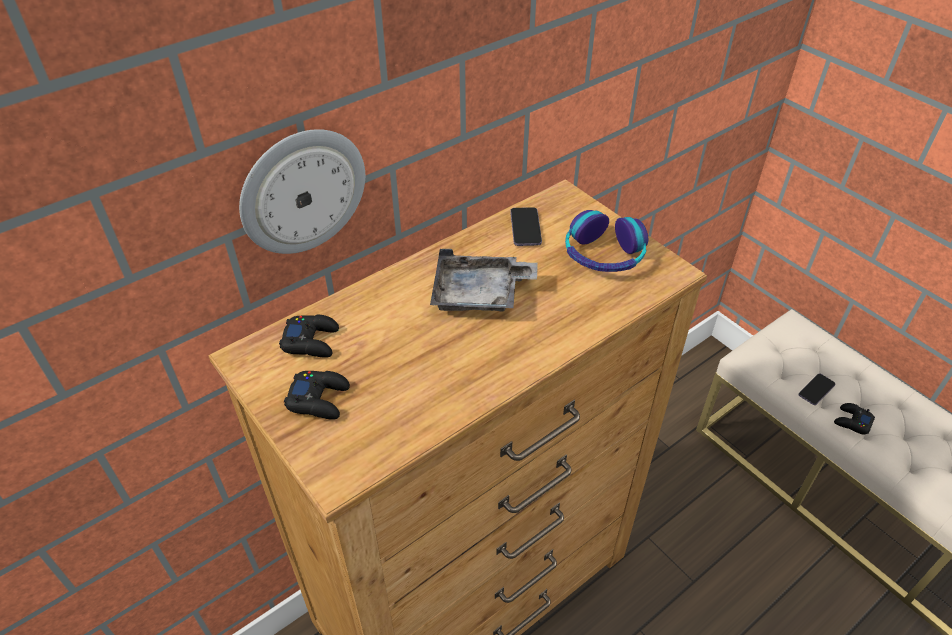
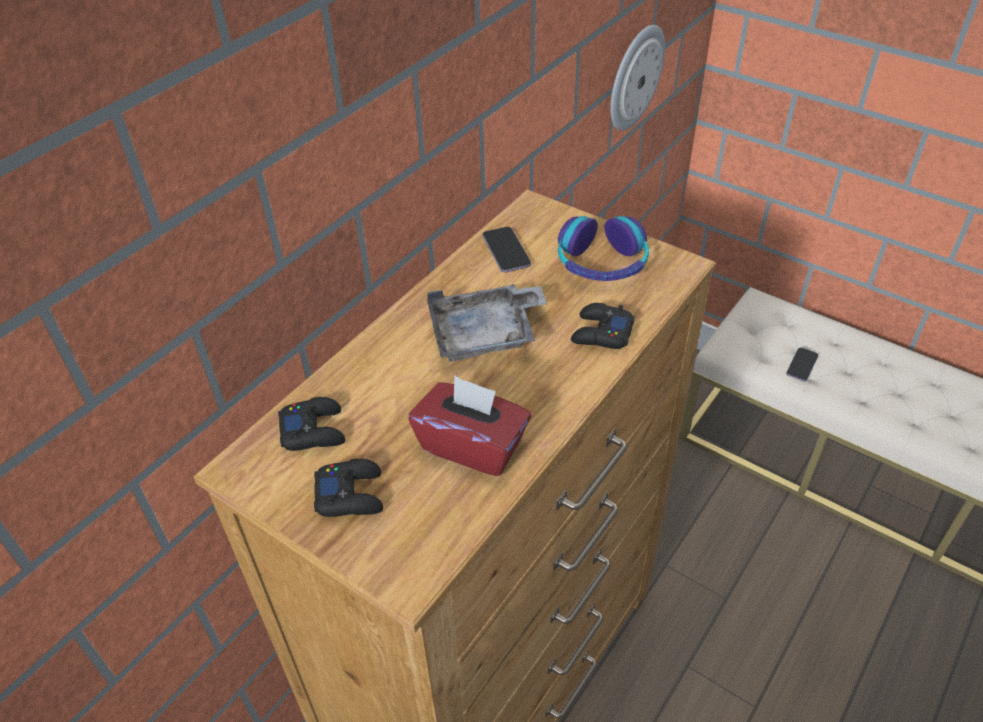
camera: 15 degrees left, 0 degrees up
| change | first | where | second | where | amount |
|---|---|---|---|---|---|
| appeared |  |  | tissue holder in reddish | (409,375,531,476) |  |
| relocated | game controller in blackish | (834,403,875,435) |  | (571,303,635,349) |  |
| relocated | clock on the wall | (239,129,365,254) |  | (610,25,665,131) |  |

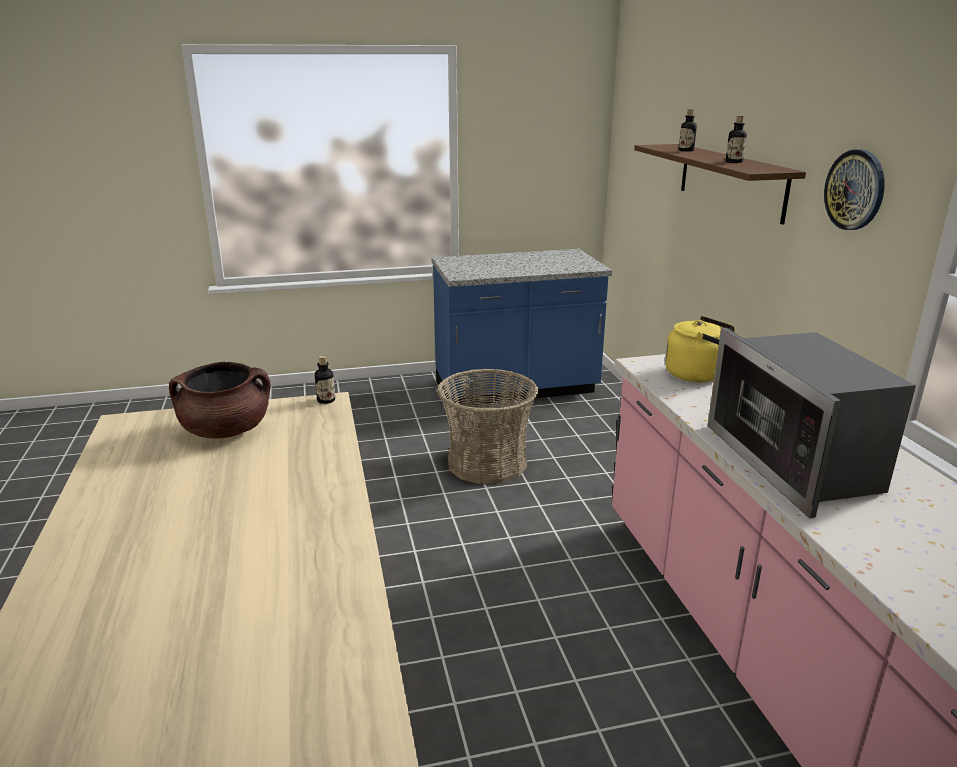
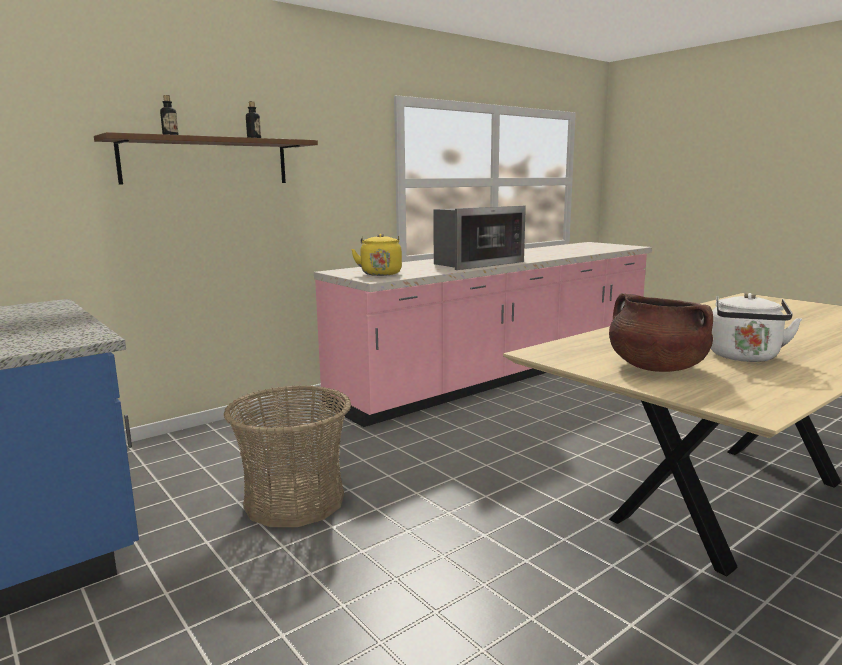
camera: 115 degrees left, 10 degrees down
| change | first | where | second | where | amount |
|---|---|---|---|---|---|
| appeared |  |  | tea kettle in white | (711,293,802,362) |  |
| missing | beverage bottle | (315,356,335,404) |  |  |  |
| missing | clock on the wall | (824,149,885,230) |  |  |  |

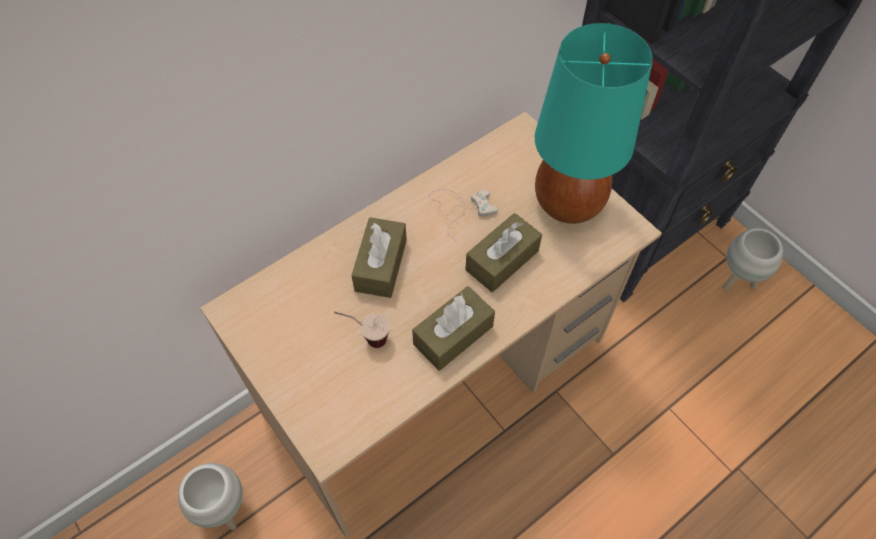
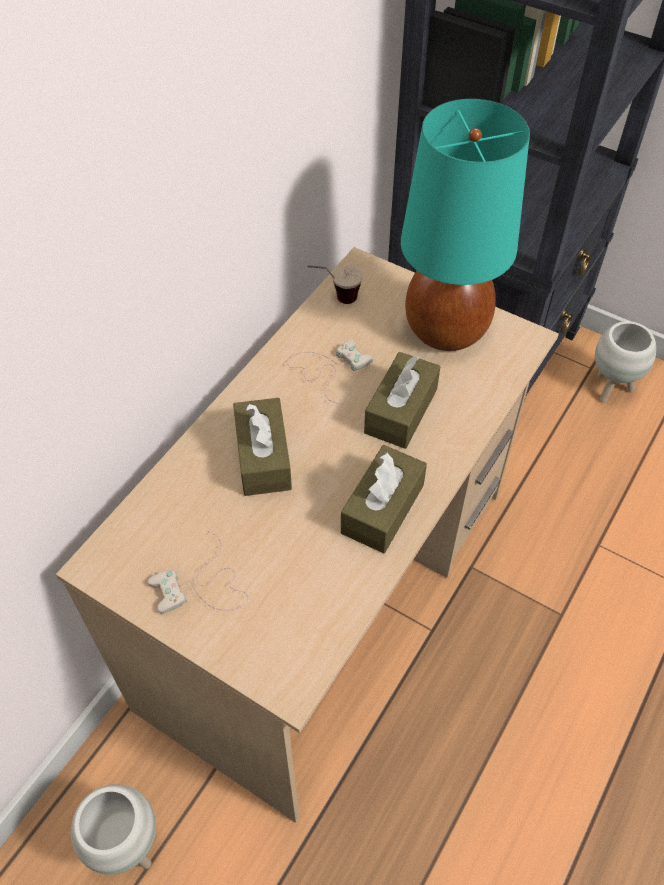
camera: 20 degrees left, 5 degrees down
| change | first | where | second | where | amount |
|---|---|---|---|---|---|
| appeared |  |  | game controller in white | (148,531,249,613) |  |
| relocated | small cup | (334,312,390,348) |  | (307,265,362,304) |  |

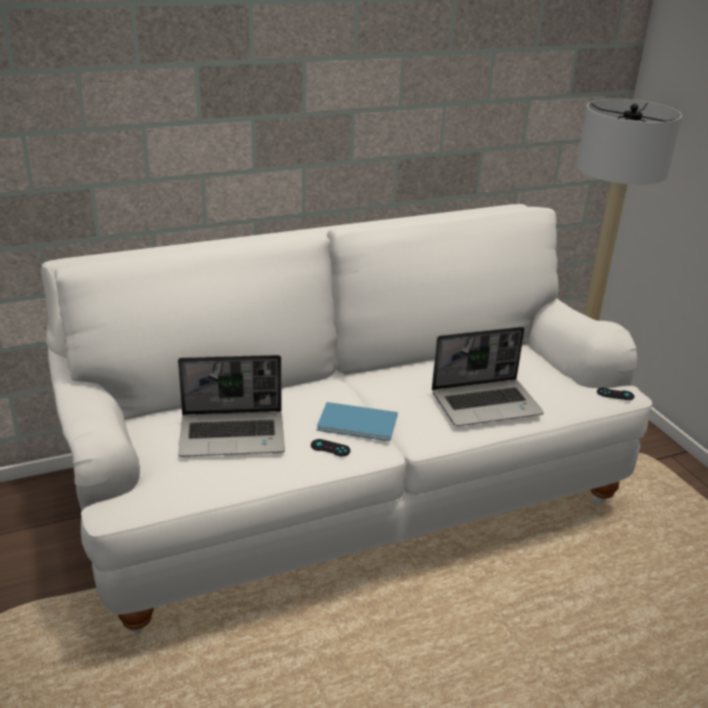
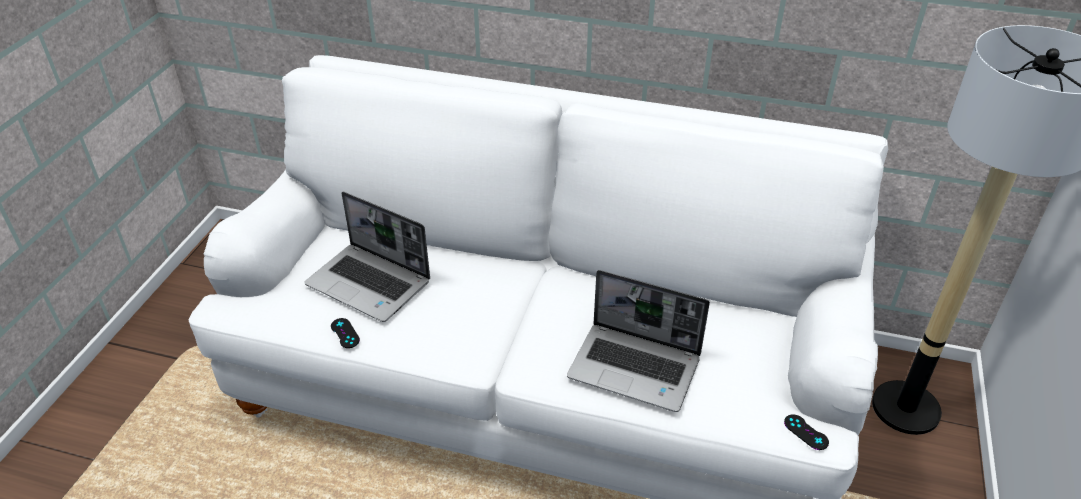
camera: 40 degrees right, 10 degrees up
| change | first | where | second | where | amount |
|---|---|---|---|---|---|
| relocated | game controller in blackish | (311,439,350,456) |  | (331,318,360,348) |  |
| missing | volume in bluish | (317,402,398,441) |  |  |  |

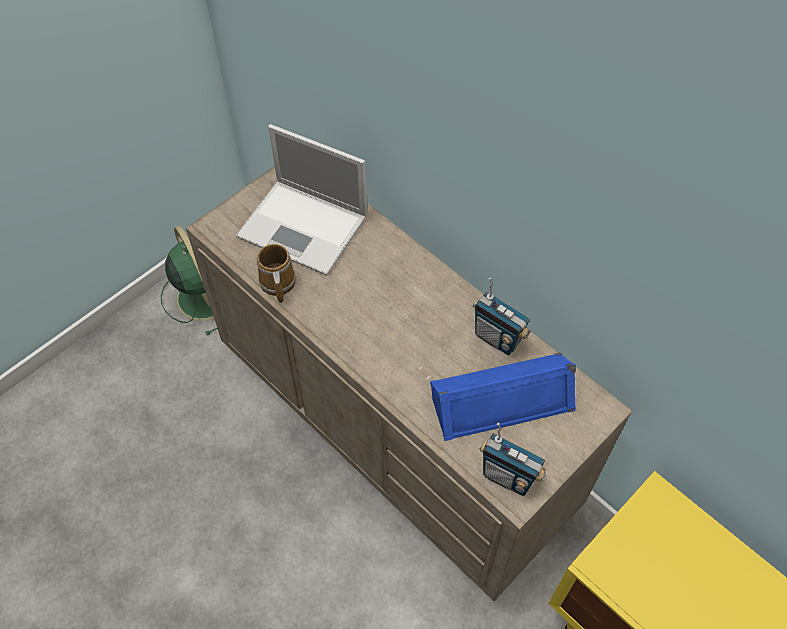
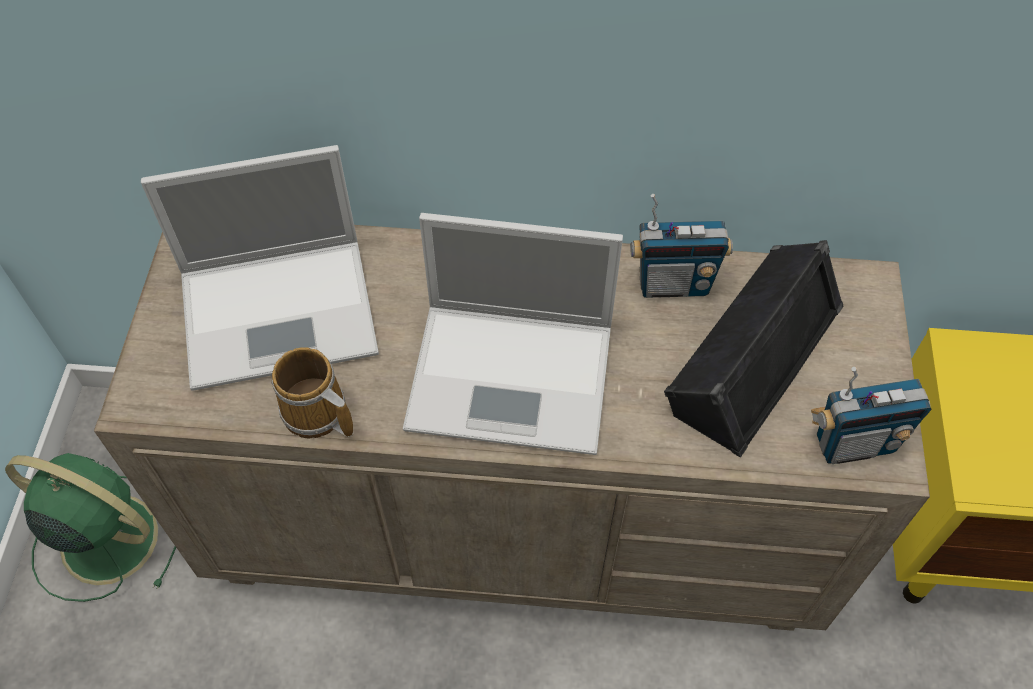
camera: 40 degrees left, 0 degrees up
| change | first | where | second | where | amount |
|---|---|---|---|---|---|
| appeared |  |  | laptop | (403,213,623,455) |  |
| colour | audio speaker in bluish | (430,352,576,441) | audio speaker in blackish | (664,240,844,458) |  |

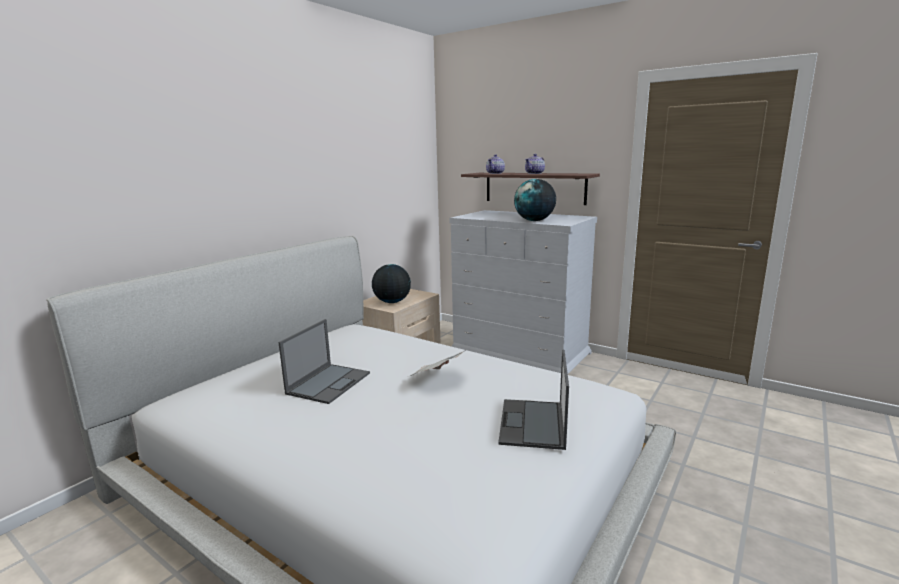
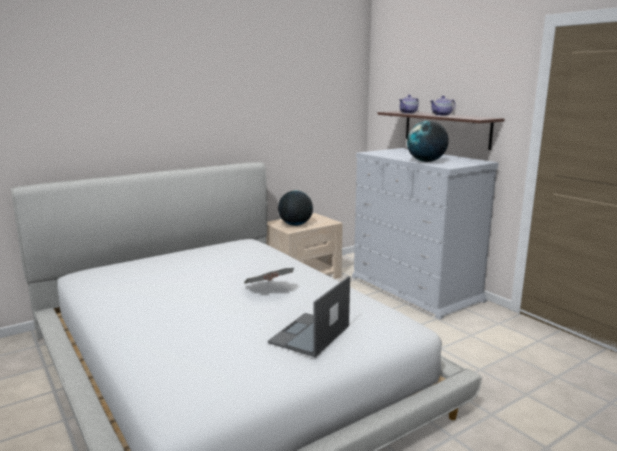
camera: 20 degrees right, 0 degrees up
| change | first | where | second | where | amount |
|---|---|---|---|---|---|
| missing | laptop | (278,319,370,404) |  |  |  |

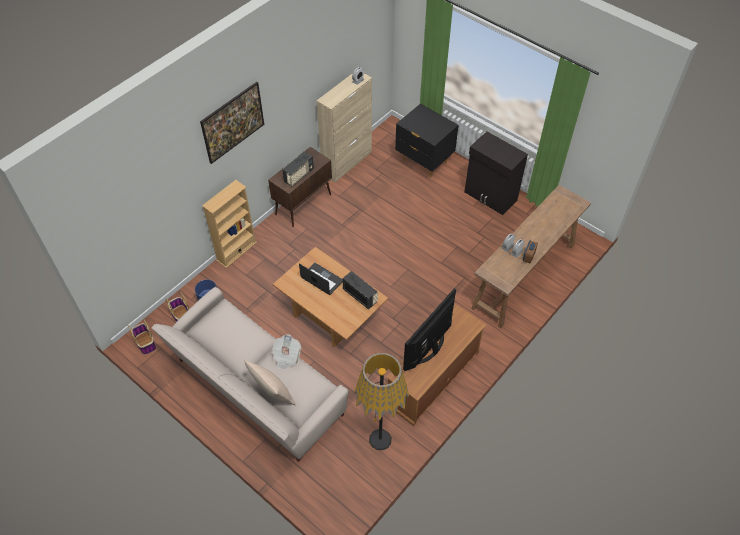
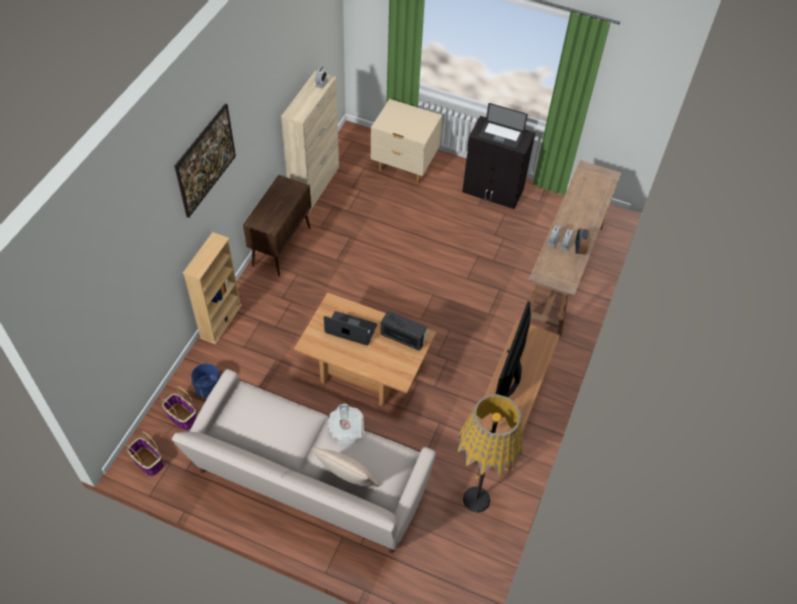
camera: 20 degrees left, 0 degrees up
| change | first | where | second | where | amount |
|---|---|---|---|---|---|
| colour | bedside table in blackish | (395,103,458,178) | bedside table in beige | (371,99,442,184) |  |
| appeared |  |  | laptop | (478,103,528,149) |  |
| missing | radio | (282,151,314,187) |  |  |  |

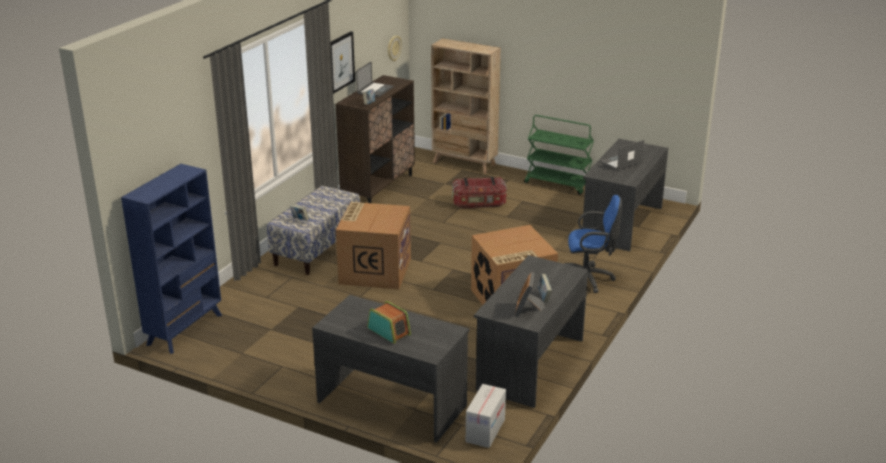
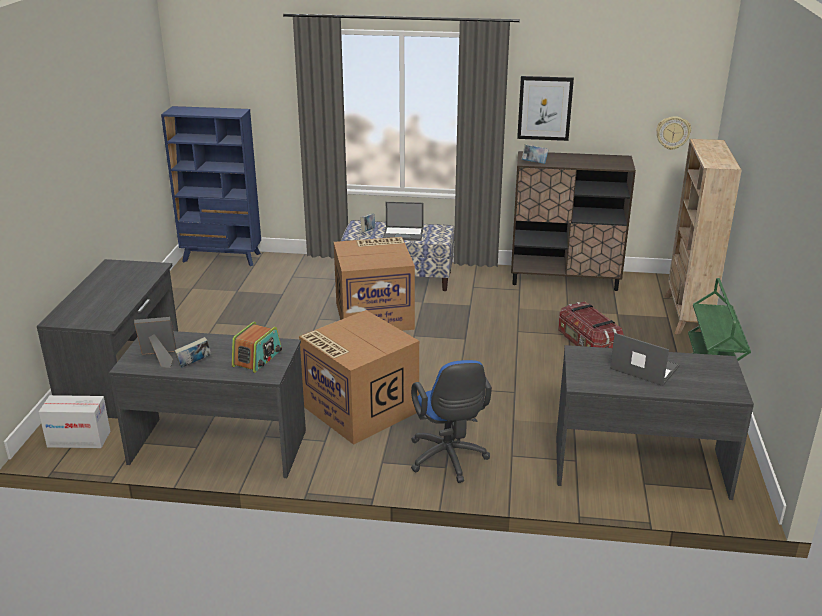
camera: 70 degrees right, 0 degrees up
| change | first | where | second | where | amount |
|---|---|---|---|---|---|
| relocated | radio | (367,301,411,344) |  | (232,322,282,373) |  |
| relocated | laptop | (356,61,394,97) |  | (383,202,424,241) |  |

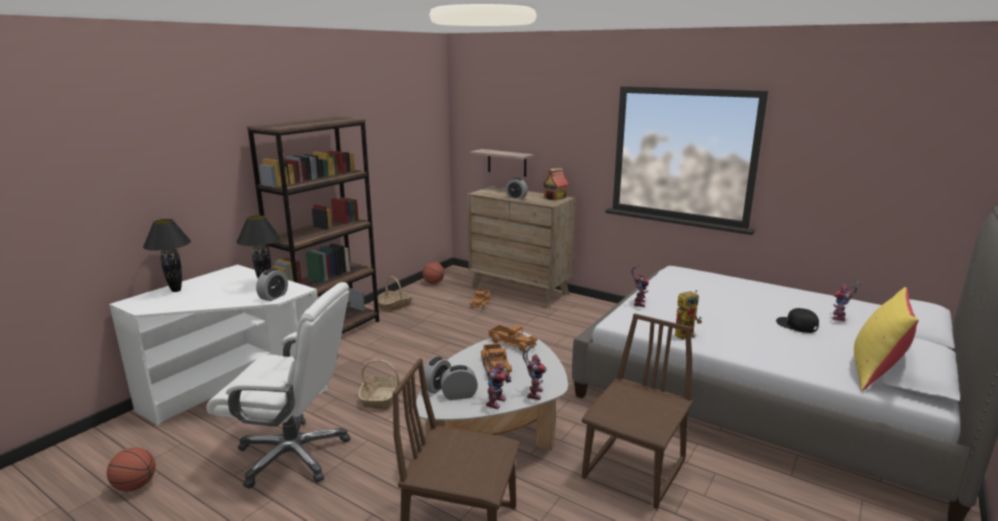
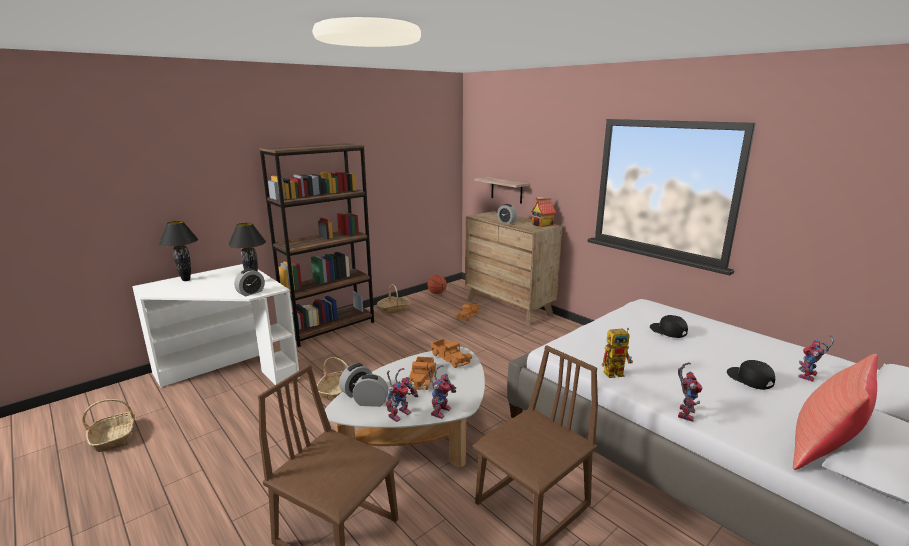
camera: 15 degrees right, 0 degrees up
| change | first | where | second | where | amount |
|---|---|---|---|---|---|
| exchanged | basketball | (107,447,156,491) | storage basket | (82,399,135,452) |  |
| appeared |  |  | cap in blackish | (650,315,688,338) |  |
| relocated | model robot | (631,265,649,307) |  | (678,362,702,422) |  |
| colour | cushion in yellow | (854,287,918,391) | cushion in reddish | (792,354,878,470) |  |
| missing | office chair in white | (206,282,350,489) |  |  |  |

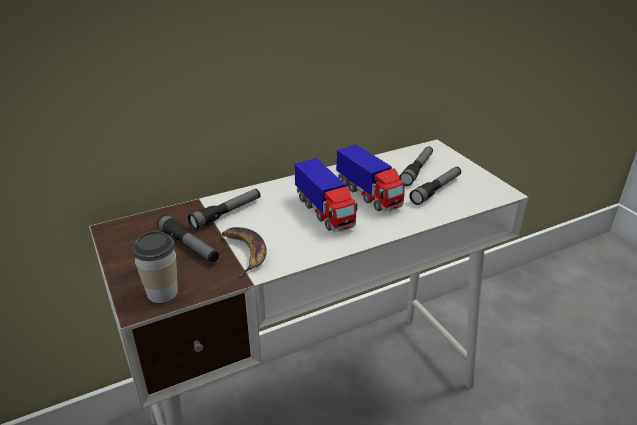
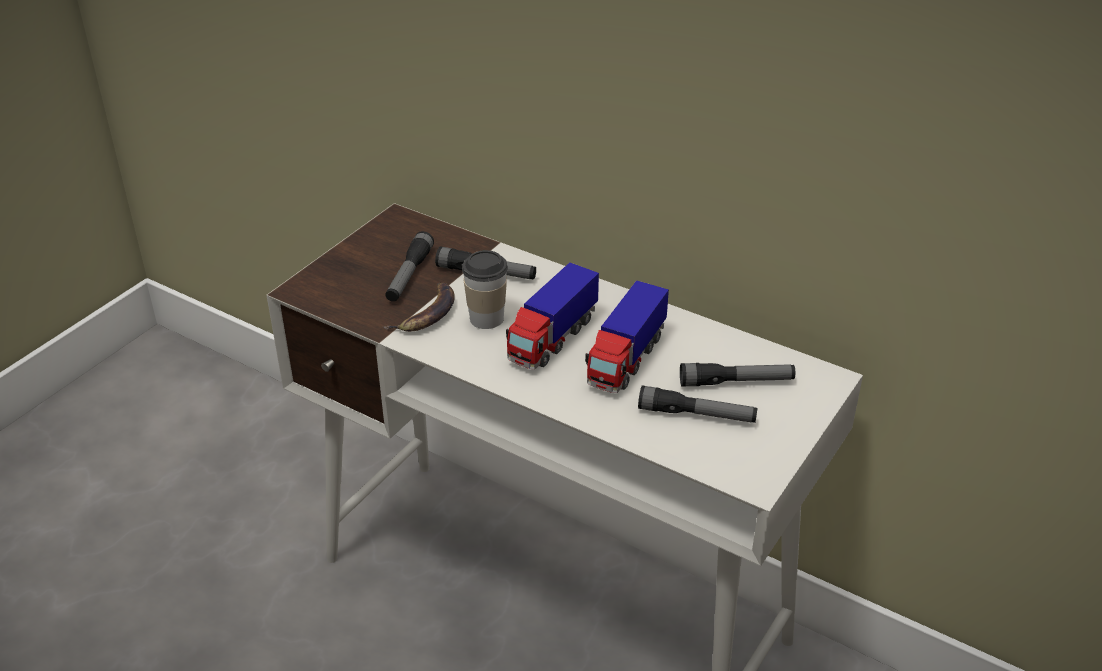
camera: 60 degrees right, 5 degrees up
| change | first | where | second | where | amount |
|---|---|---|---|---|---|
| relocated | small cup | (132,231,178,303) |  | (462,250,508,329) |  |

